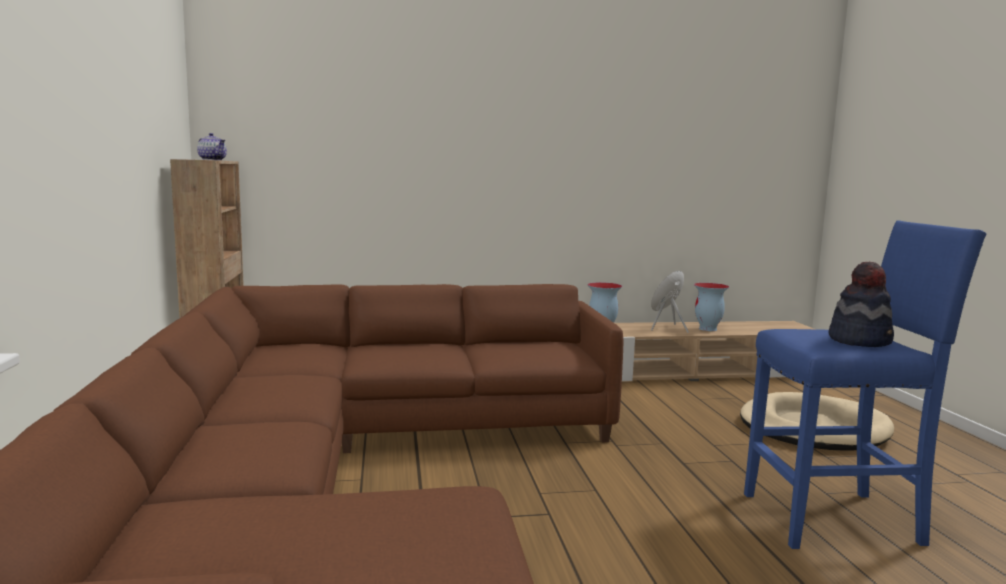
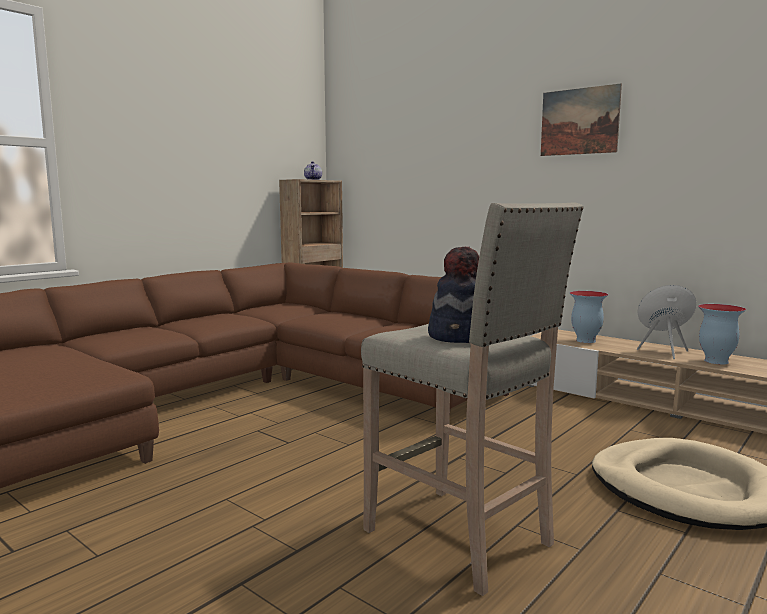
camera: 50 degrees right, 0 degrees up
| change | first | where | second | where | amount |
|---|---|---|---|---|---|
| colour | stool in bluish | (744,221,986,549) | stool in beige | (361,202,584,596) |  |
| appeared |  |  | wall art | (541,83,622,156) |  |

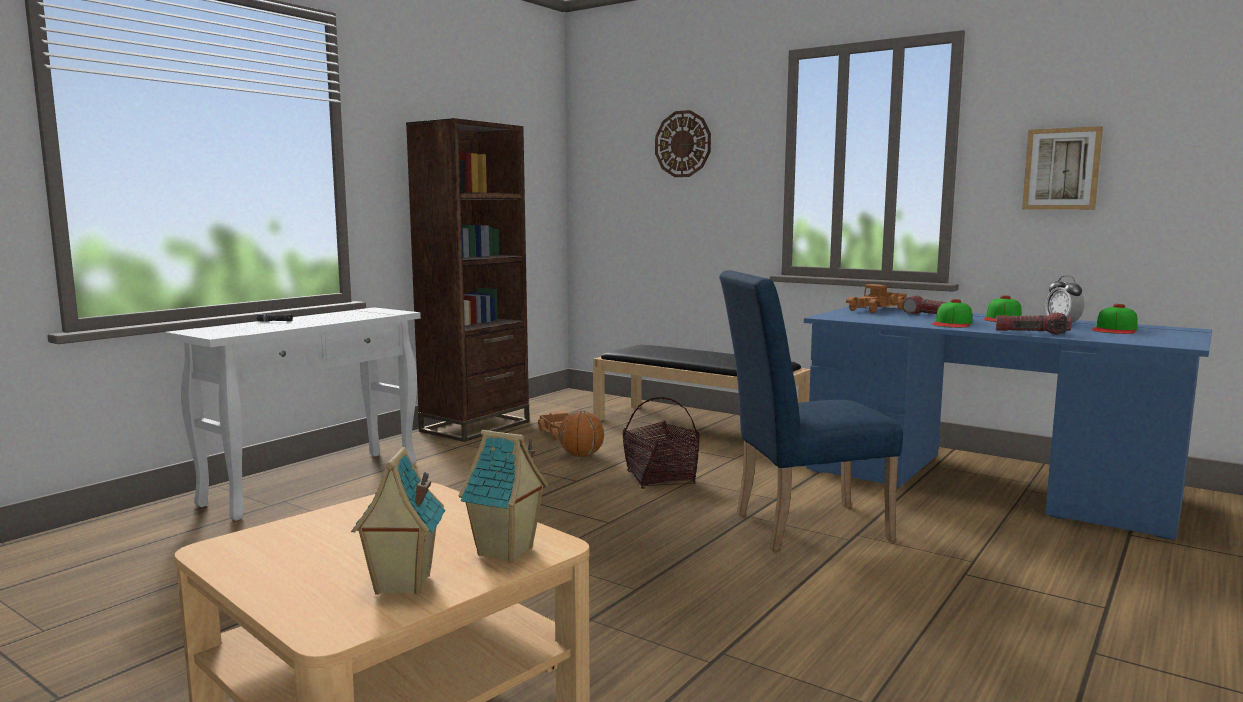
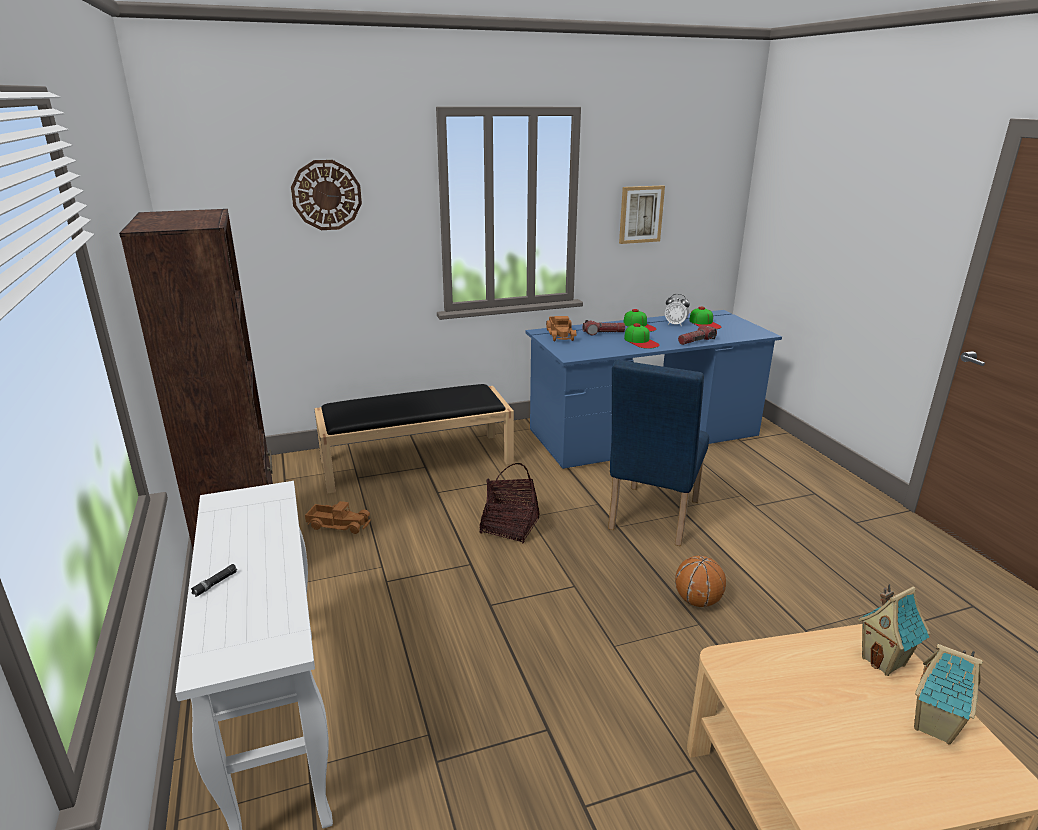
camera: 55 degrees left, 15 degrees up
| change | first | where | second | where | amount |
|---|---|---|---|---|---|
| relocated | basketball | (559,411,604,457) |  | (675,556,726,607) |  |

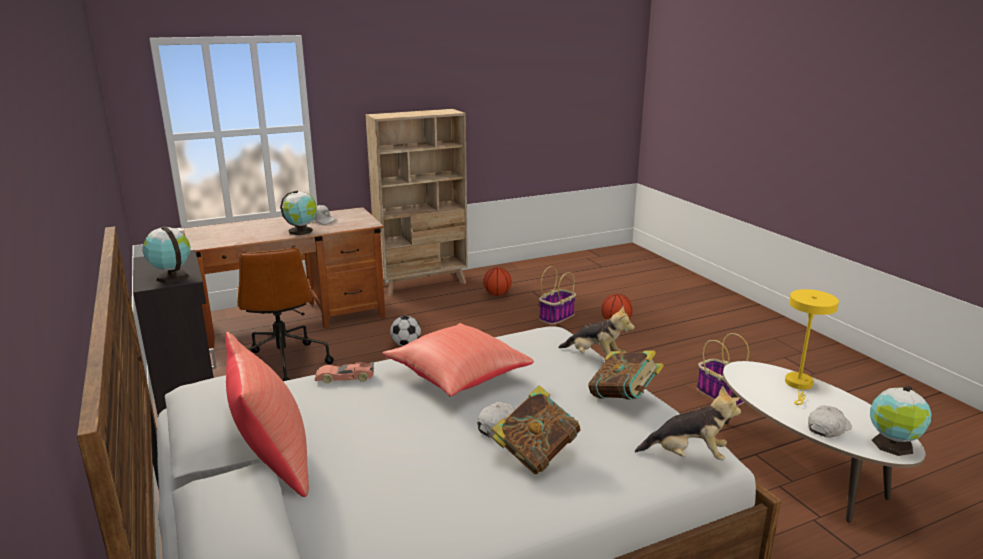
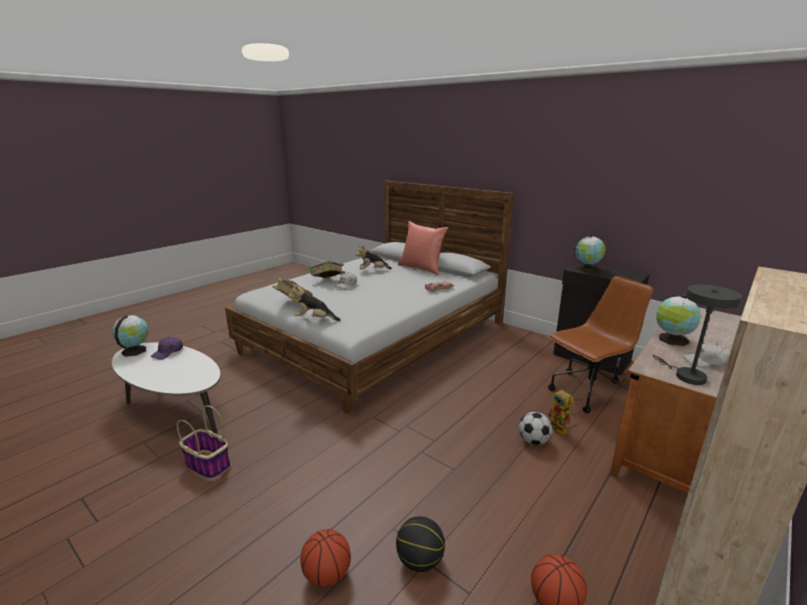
camera: 155 degrees right, 0 degrees up
| change | first | where | second | where | amount |
|---|---|---|---|---|---|
| colour | cap in white | (808,405,852,438) | cap in purple | (150,337,183,360) |  |
| relocated | soft toy | (635,385,741,460) |  | (356,245,392,270) |  |
| exchanged | storage basket | (539,266,576,325) | basketball | (396,516,445,572) |  |
| appeared |  |  | model robot | (547,390,580,436) |  |
| spun | office chair in brown | (237,248,334,381) |  | (548,276,653,413) | 105 degrees clockwise |
| appeared |  |  | lamp for a table in gray | (653,284,742,385) |  |
| missing | cushion in reddish | (382,323,534,396) |  |  |  |
| missing | lamp for a table in yellow | (785,289,839,405) |  |  |  |

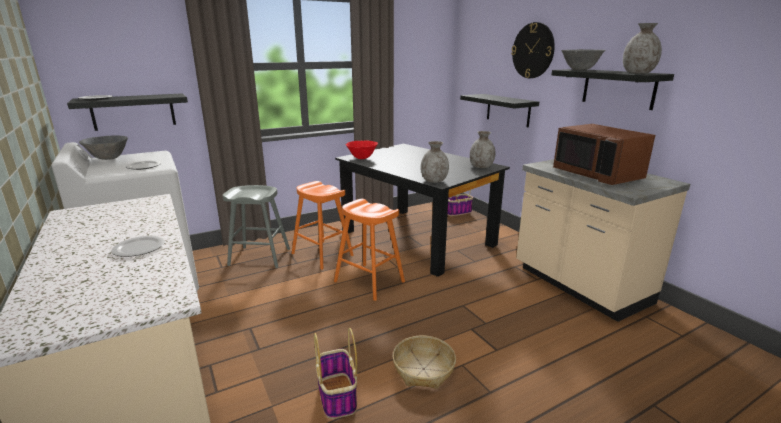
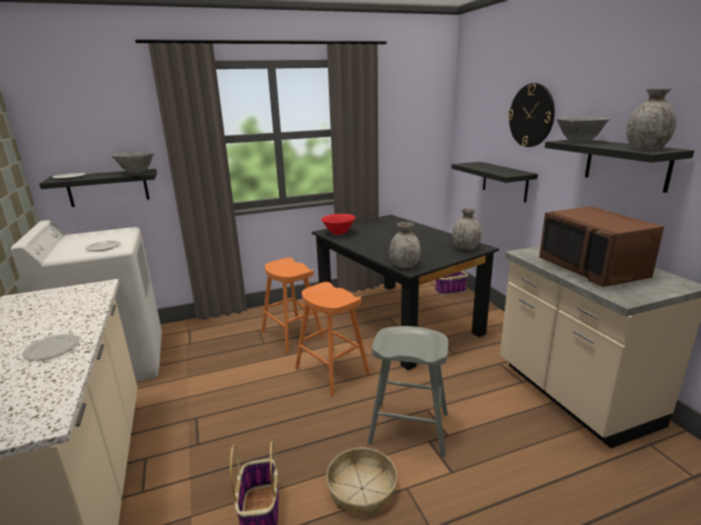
camera: 10 degrees right, 0 degrees up
| change | first | where | second | where | amount |
|---|---|---|---|---|---|
| relocated | deep dish in gray | (79,135,128,160) |  | (112,151,154,173) |  |
| relocated | stool in gray | (223,185,290,268) |  | (368,326,448,457) |  |

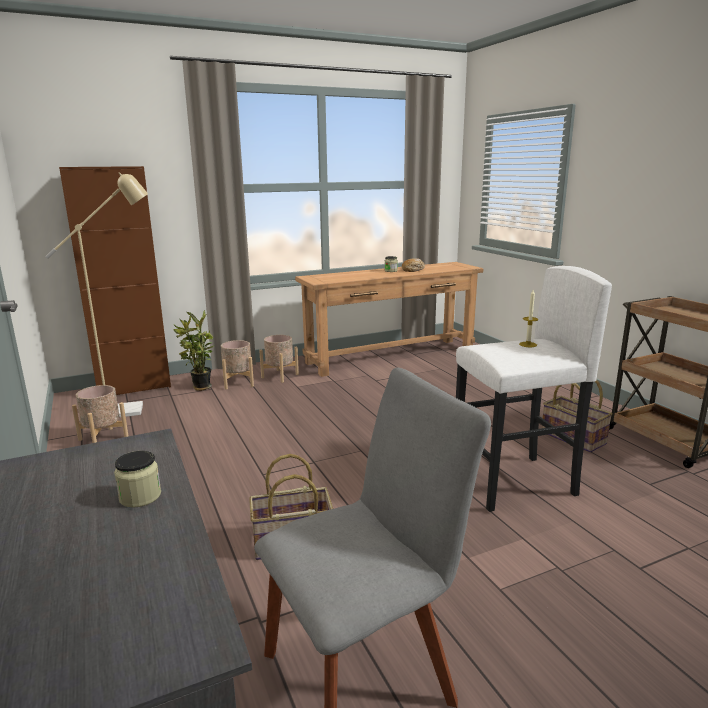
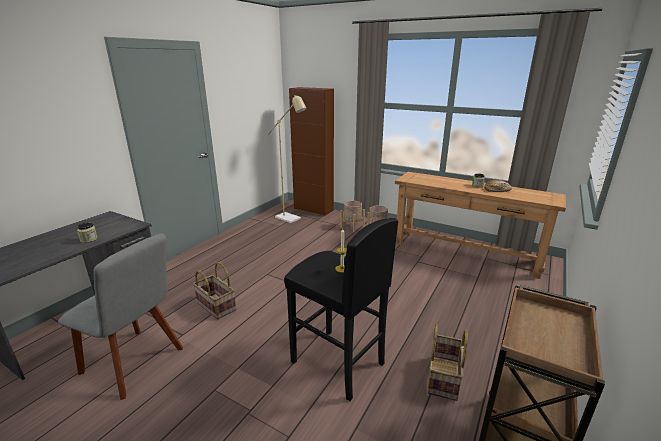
camera: 55 degrees right, 5 degrees up
| change | first | where | second | where | amount |
|---|---|---|---|---|---|
| colour | stool in white | (456,266,612,512) | stool in blackish | (284,218,398,401) |  |
| missing | planter in beige | (72,385,128,443) |  |  |  |
| missing | potted plant | (173,310,215,391) |  |  |  |

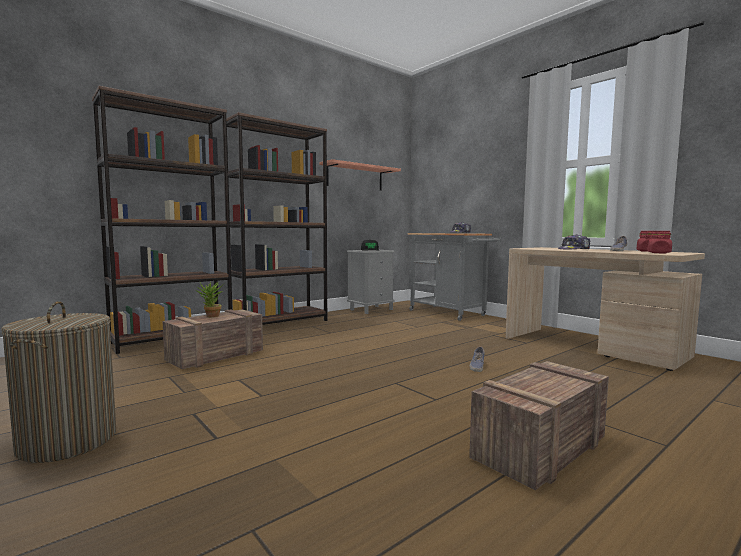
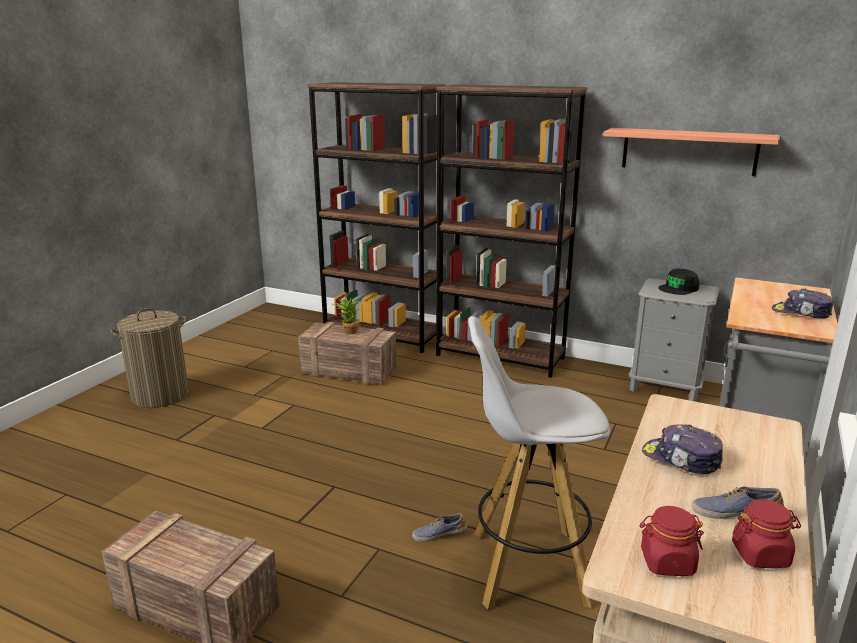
camera: 65 degrees right, 15 degrees up
| change | first | where | second | where | amount |
|---|---|---|---|---|---|
| appeared |  |  | stool in white | (468,316,610,609) |  |

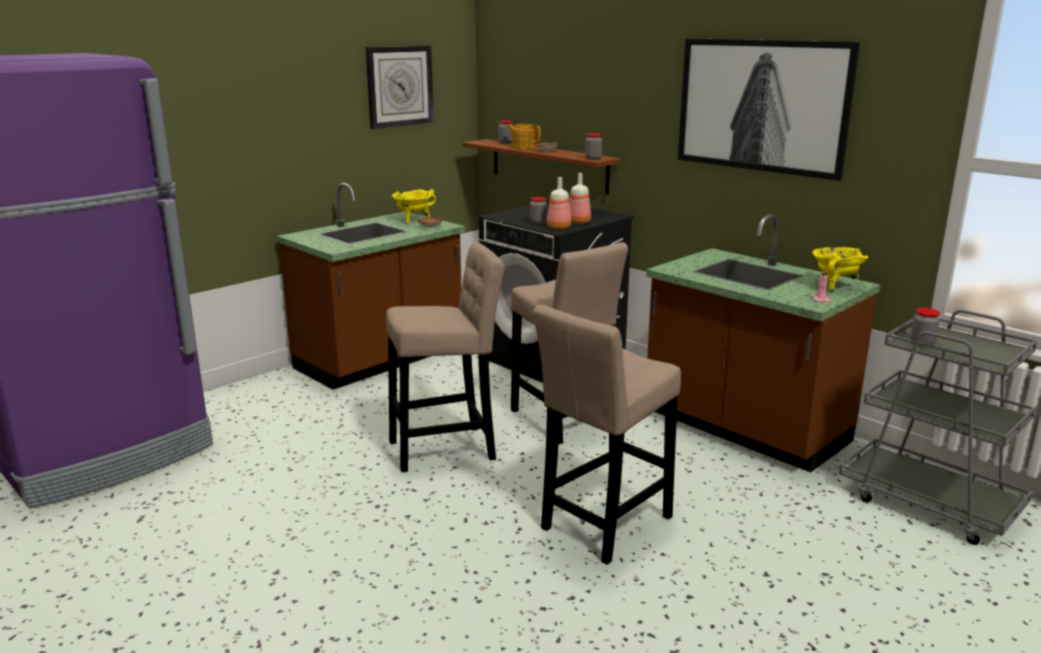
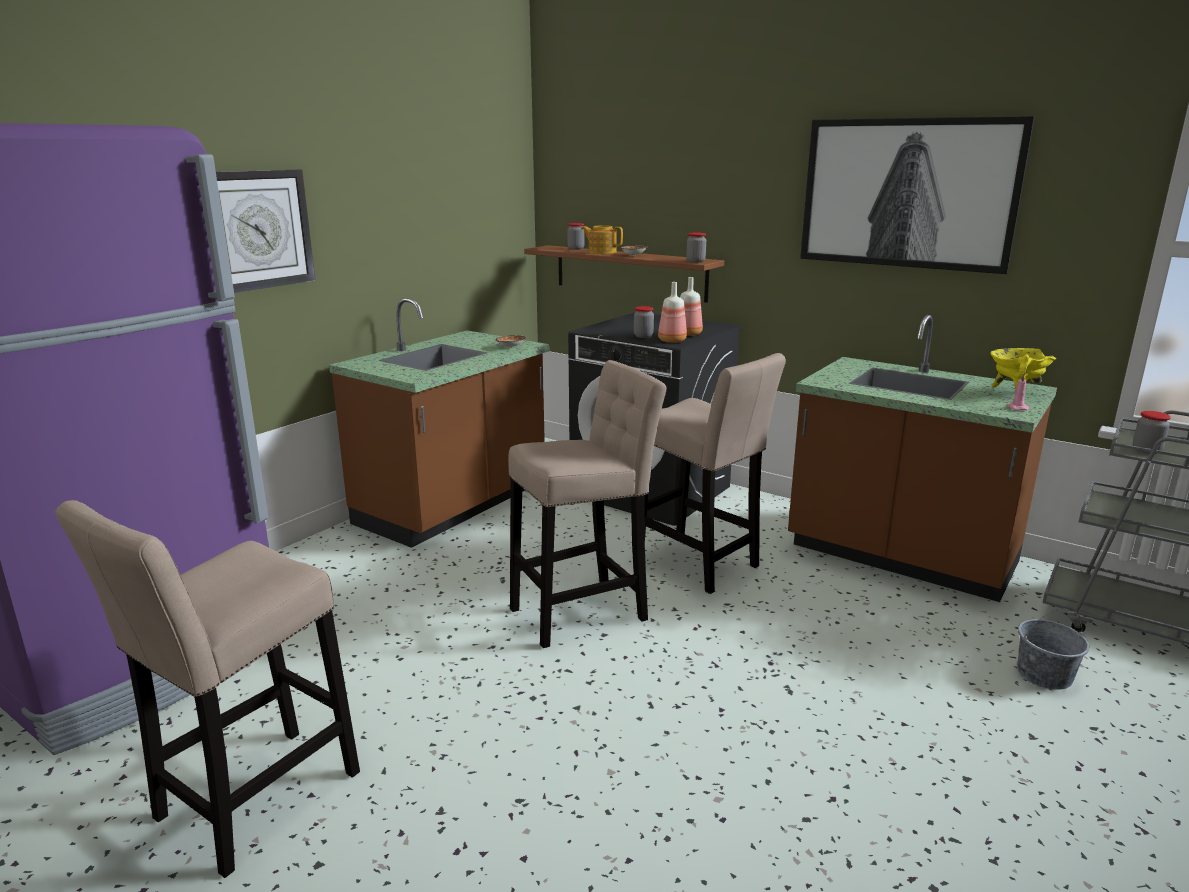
camera: 10 degrees left, 0 degrees up
| change | first | where | second | where | amount |
|---|---|---|---|---|---|
| relocated | stool in beige | (533,305,681,565) |  | (55,500,360,878) |  |
| relocated | clock on the wall | (366,45,434,129) |  | (216,170,315,293) |  |
| appeared |  |  | bucket in gray | (1017,608,1089,690) |  |
| missing | cooking pot in yellow | (392,189,436,224) |  |  |  |

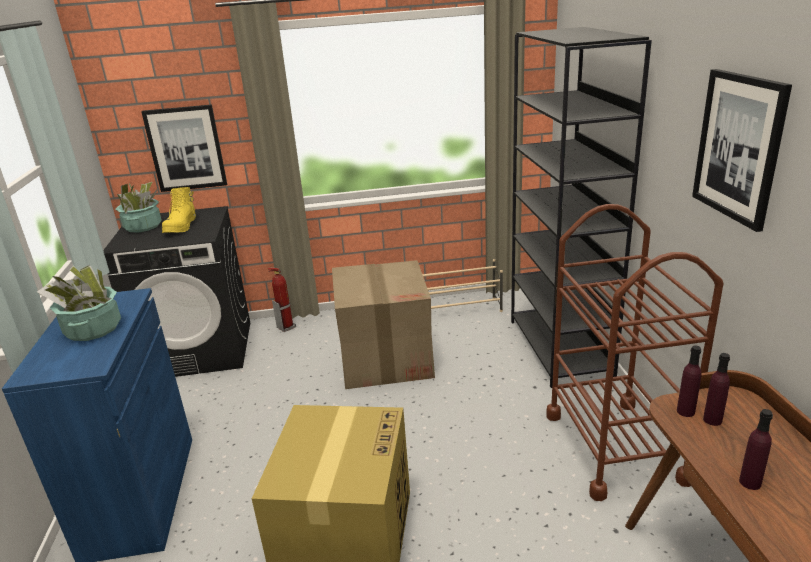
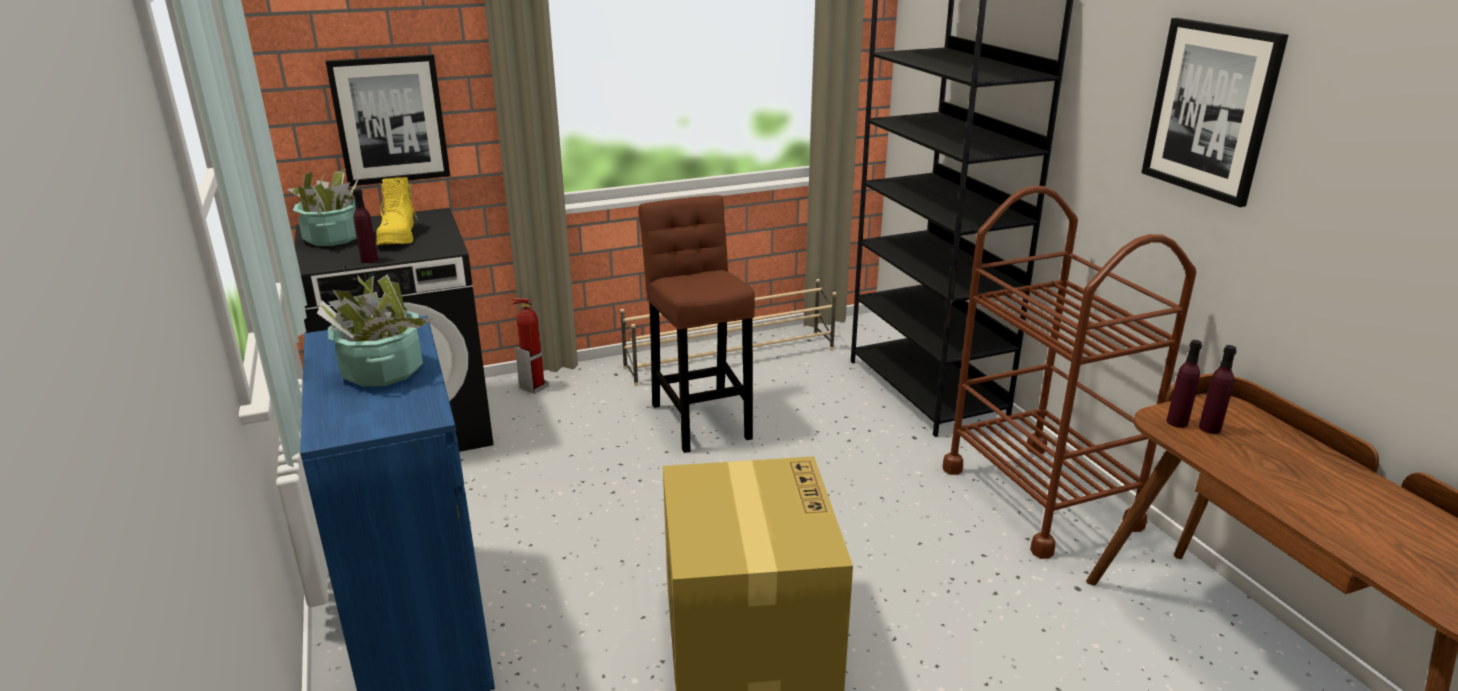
camera: 15 degrees left, 0 degrees up
| change | first | where | second | where | amount |
|---|---|---|---|---|---|
| relocated | beverage bottle in purple | (739,409,773,490) |  | (353,189,378,263) |  |
| exchanged | packing box | (332,260,435,389) | stool in brown | (638,195,755,453) |  |

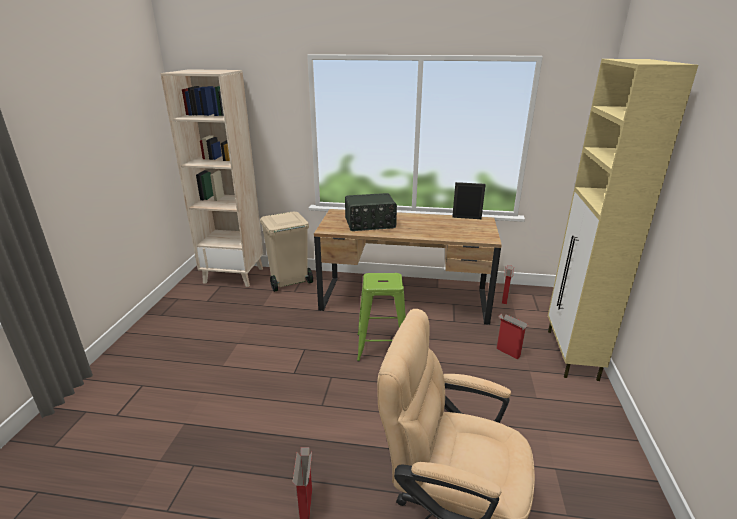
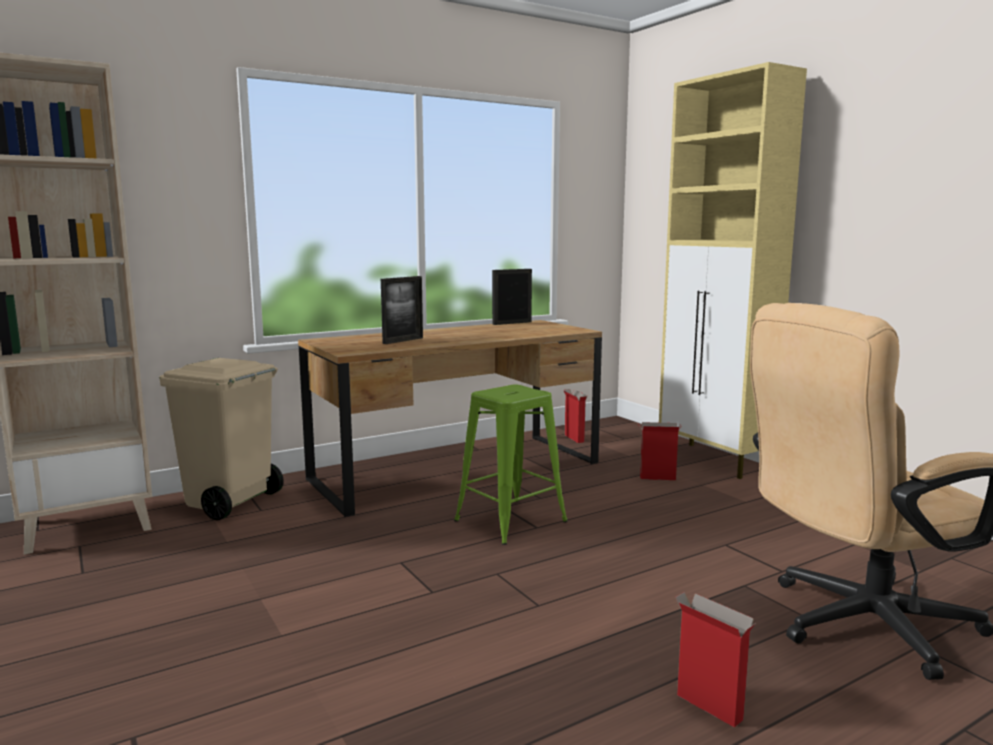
camera: 40 degrees left, 15 degrees down
| change | first | where | second | where | amount |
|---|---|---|---|---|---|
| exchanged | radio | (345,193,397,231) | photo frame | (381,276,423,344) |  |

